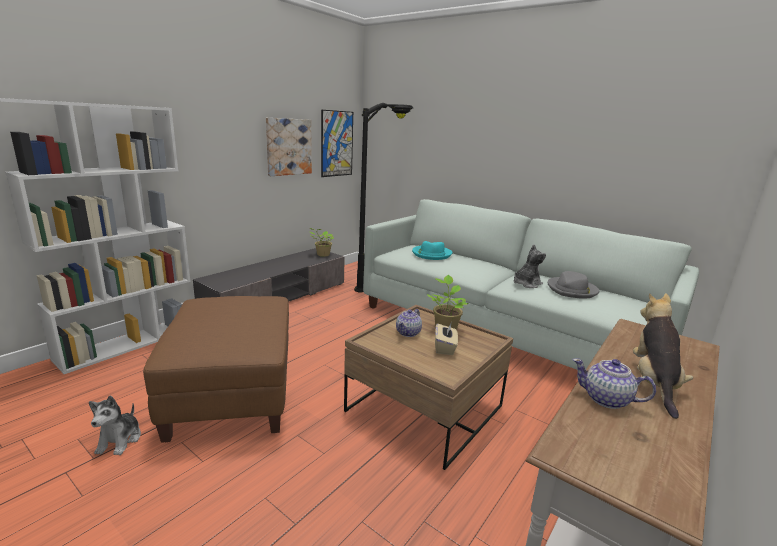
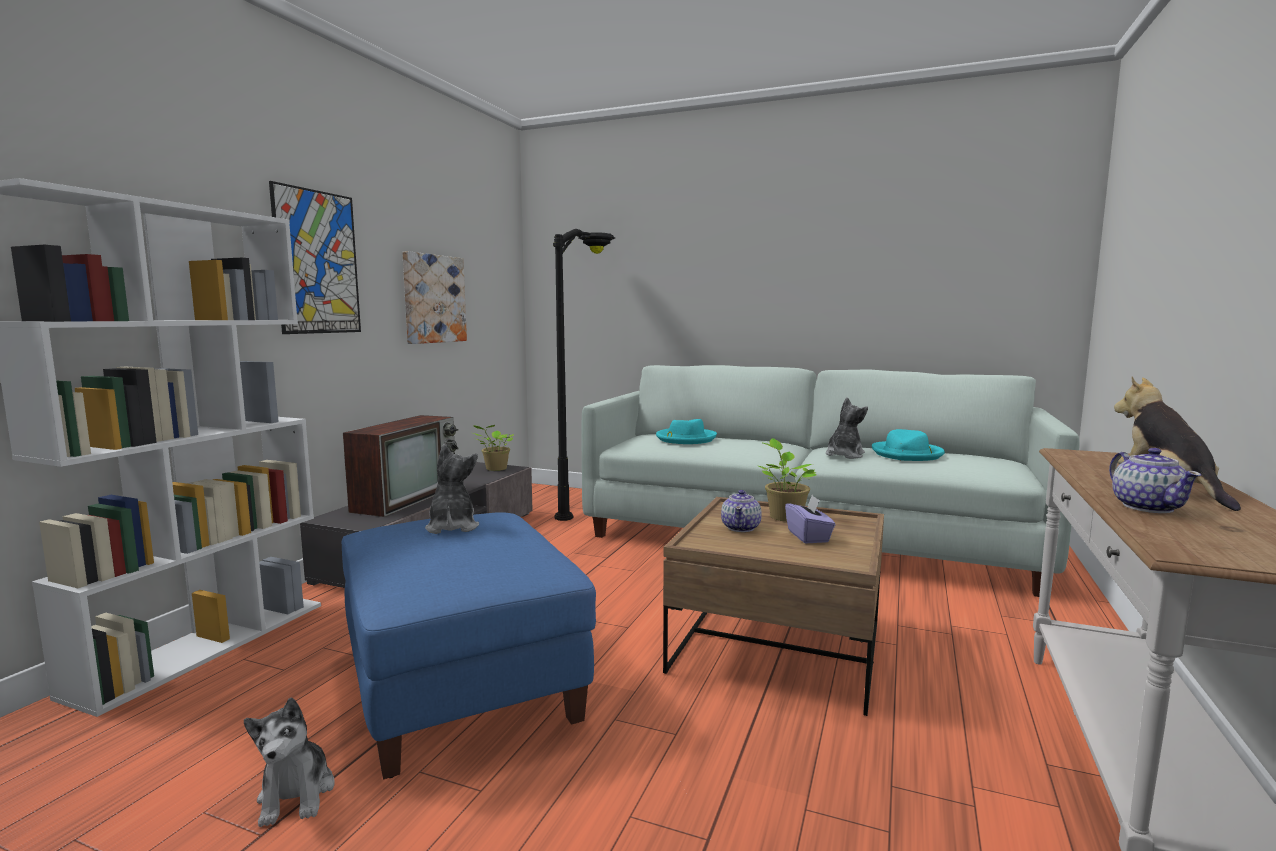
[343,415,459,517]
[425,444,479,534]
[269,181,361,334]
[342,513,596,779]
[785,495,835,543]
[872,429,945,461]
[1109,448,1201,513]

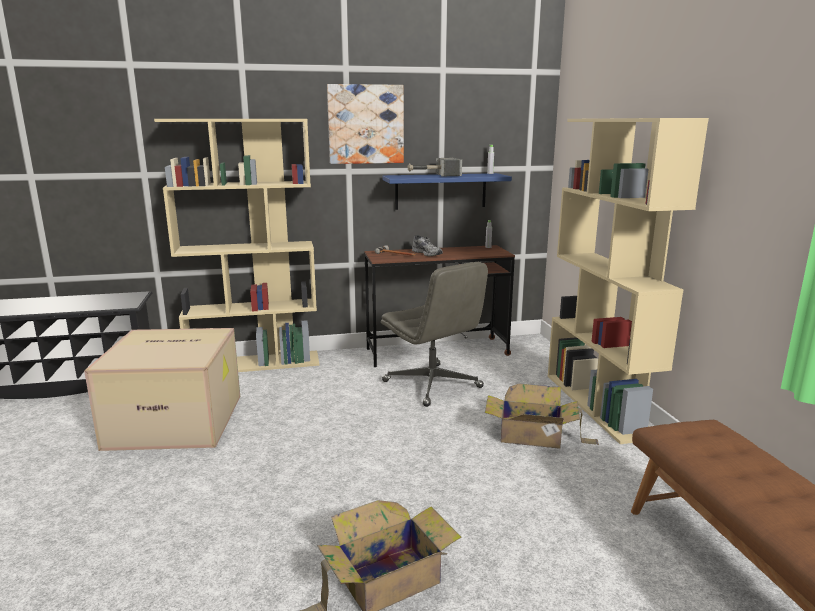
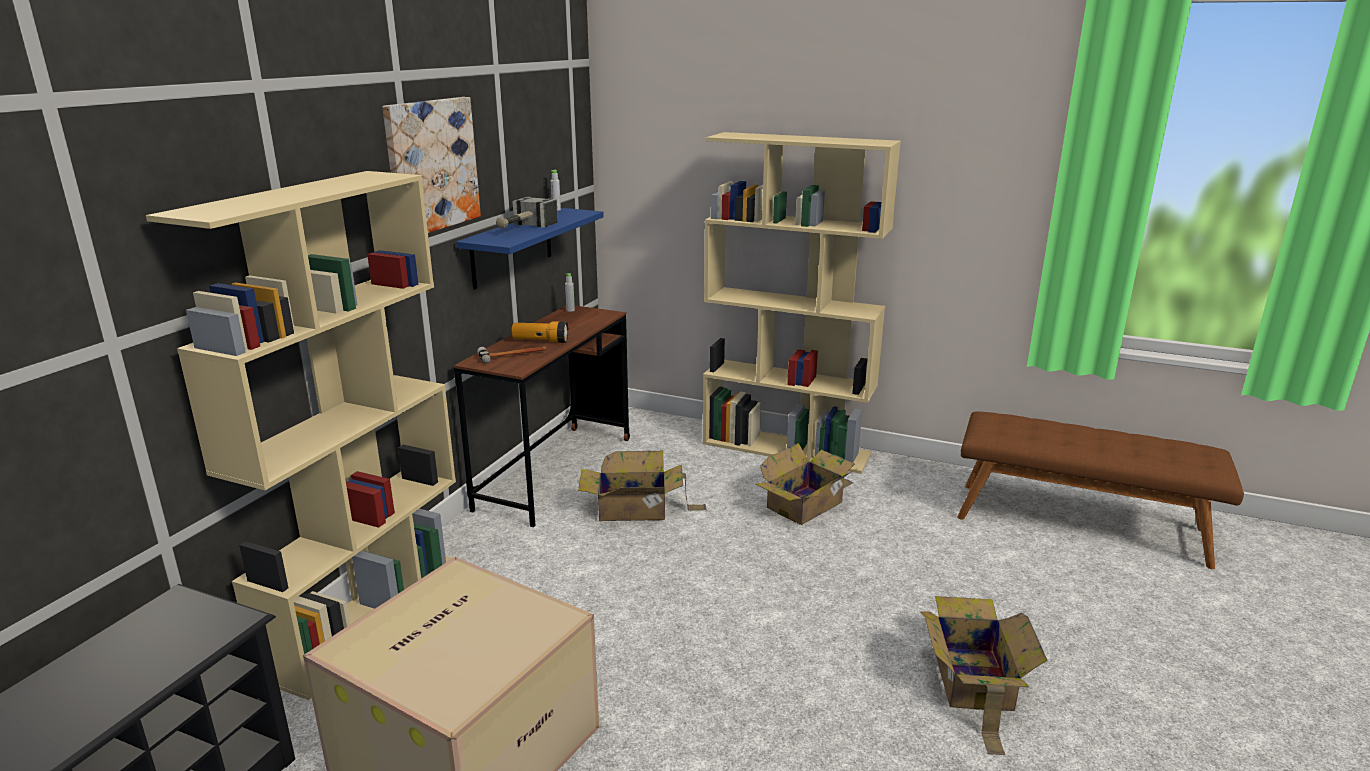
[578,451,707,521]
[512,321,569,343]

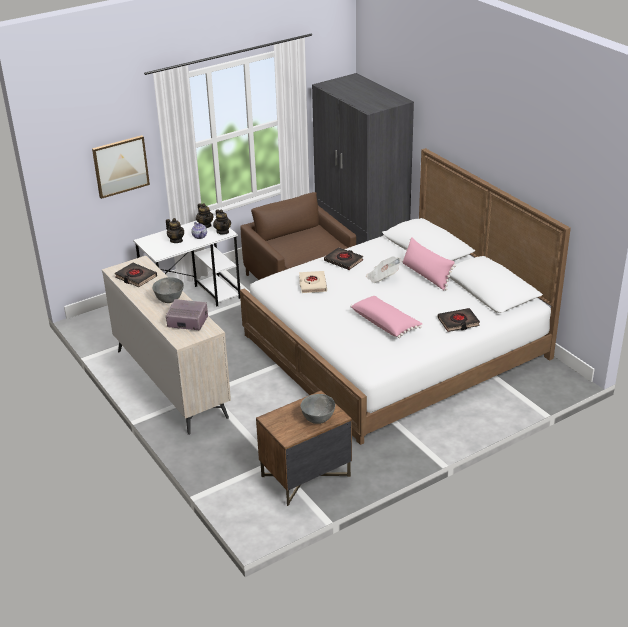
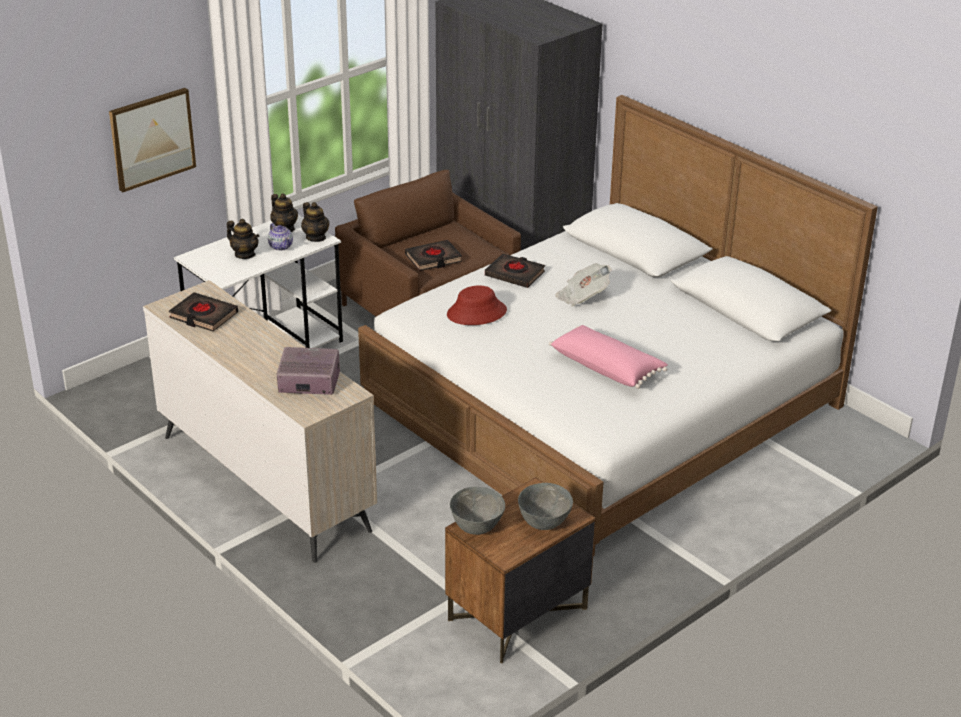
[402,237,456,290] (first image)
[450,487,505,535]
[405,240,462,271]
[447,286,507,325]

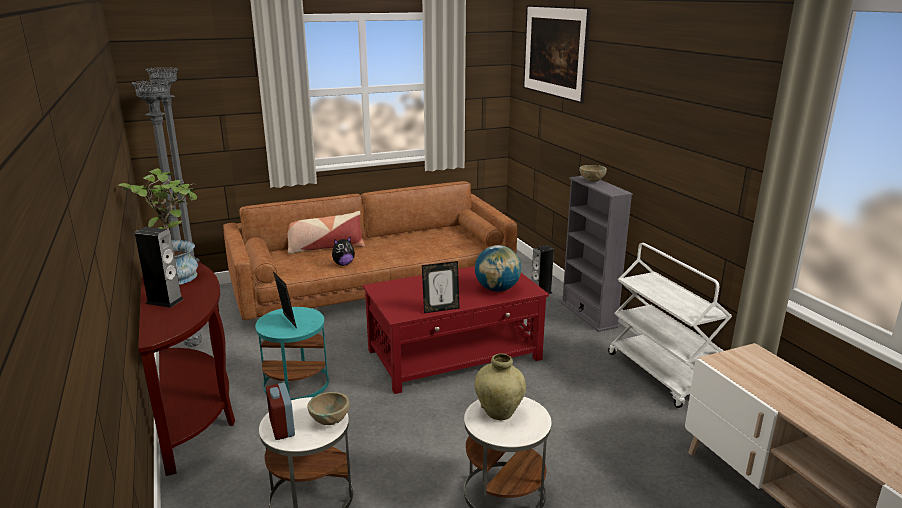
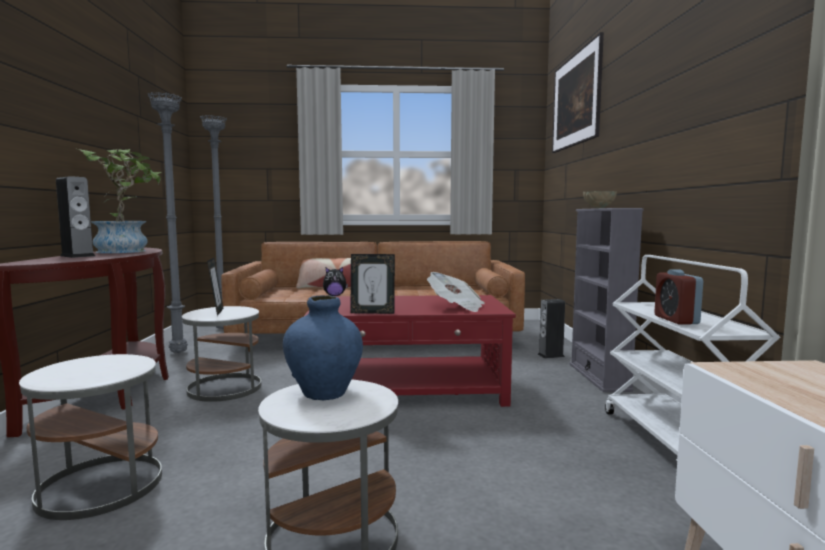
[307,392,350,425] (first image)
[654,269,703,325]
[427,272,485,312]
[182,306,261,402]
[283,295,363,401]

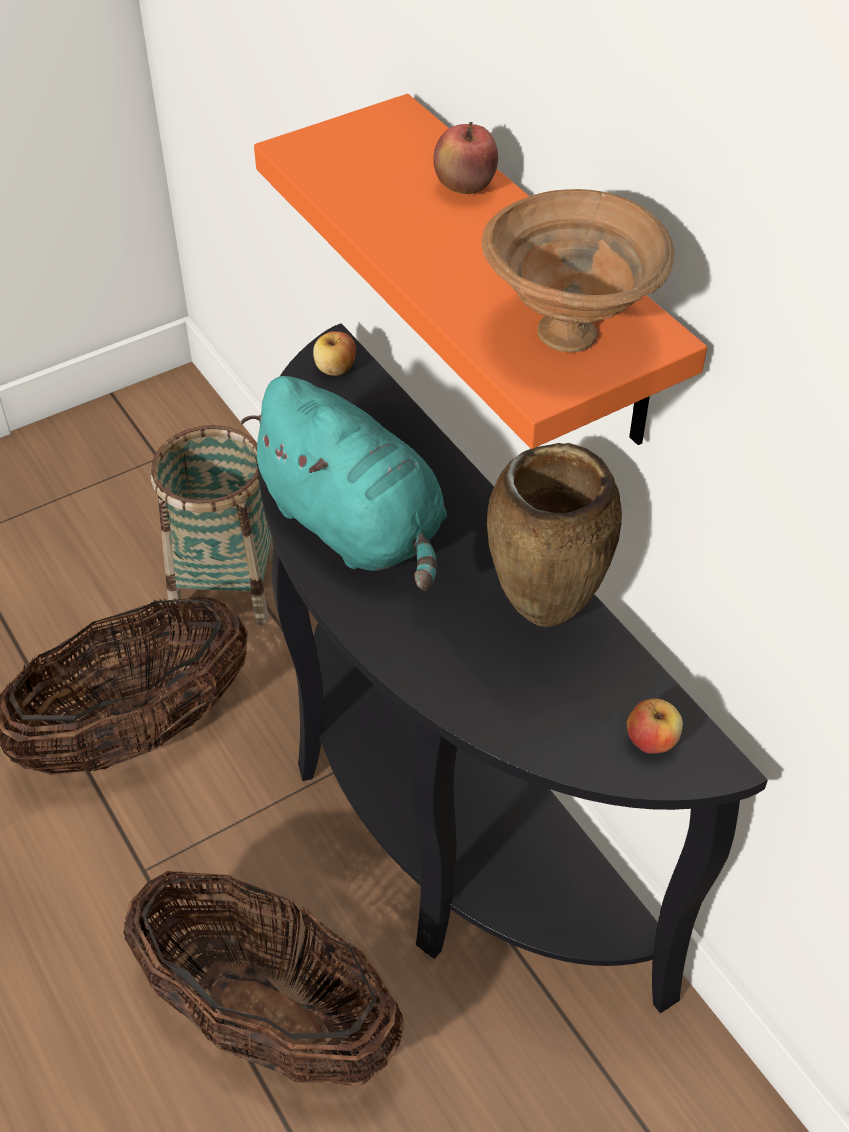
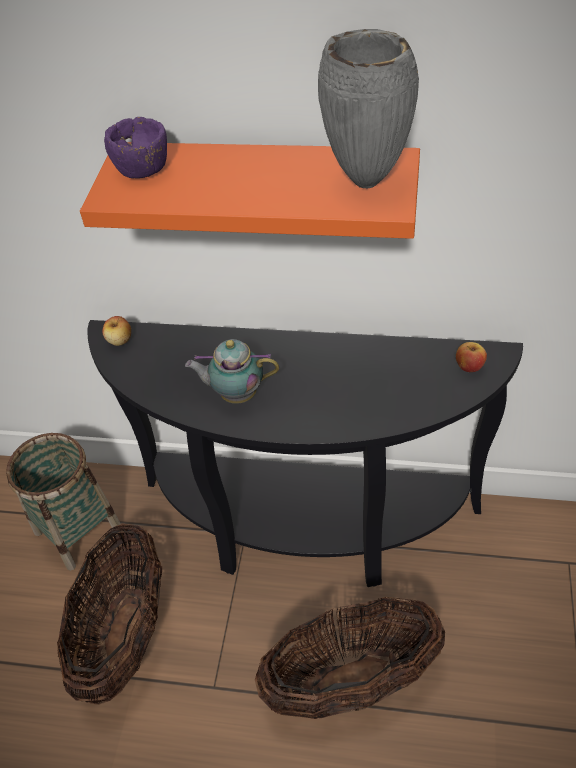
[433,122,498,194] (first image)
[487,443,622,627] (first image)
[104,117,167,178]
[185,339,279,404]
[318,29,419,188]

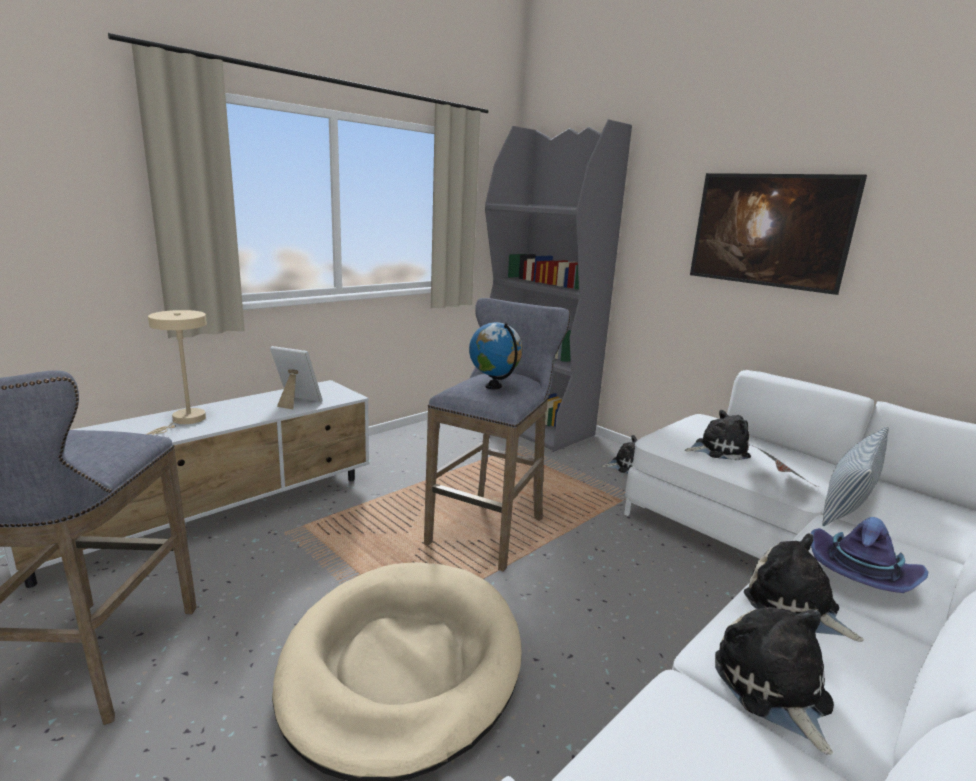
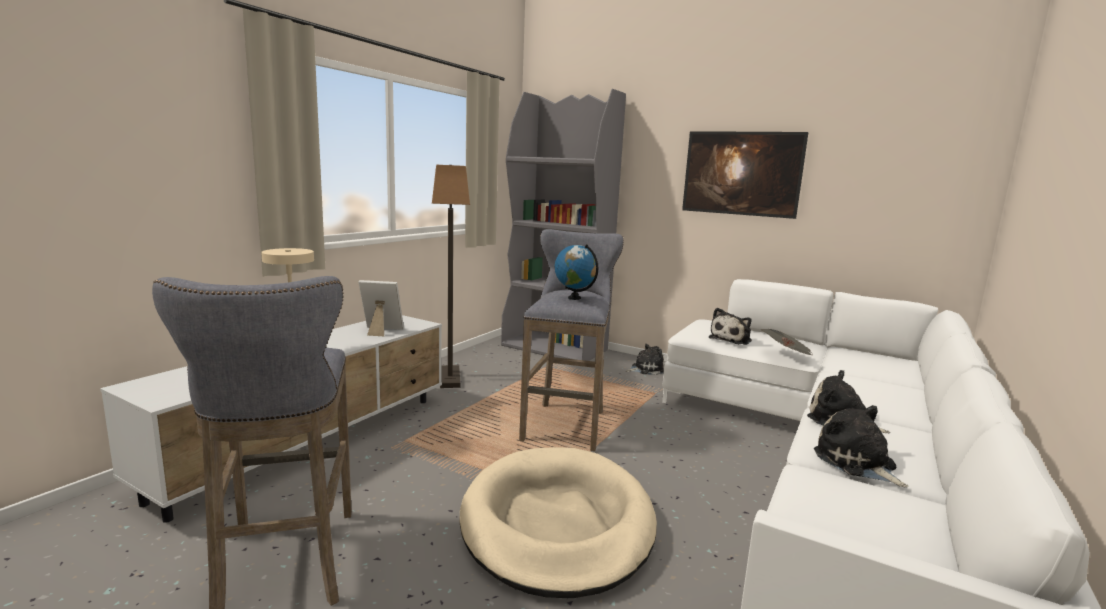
[810,517,928,593] (first image)
[822,427,889,526] (first image)
[432,165,470,388]
[709,308,752,345]

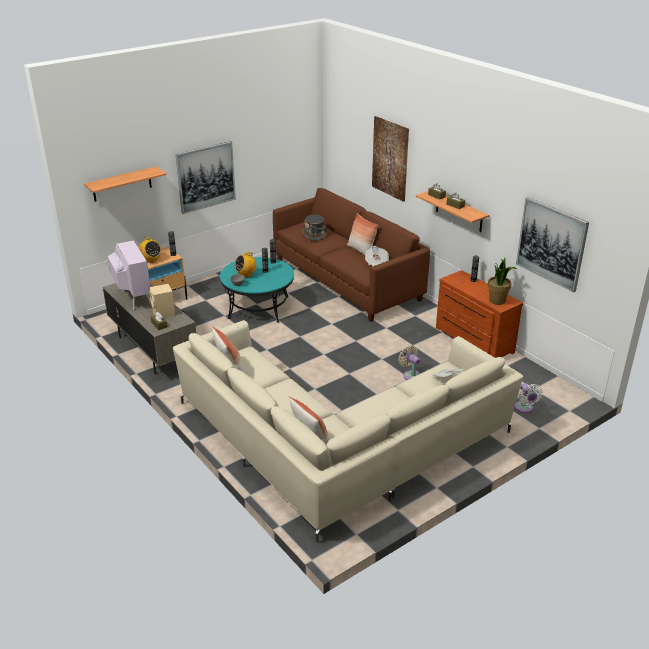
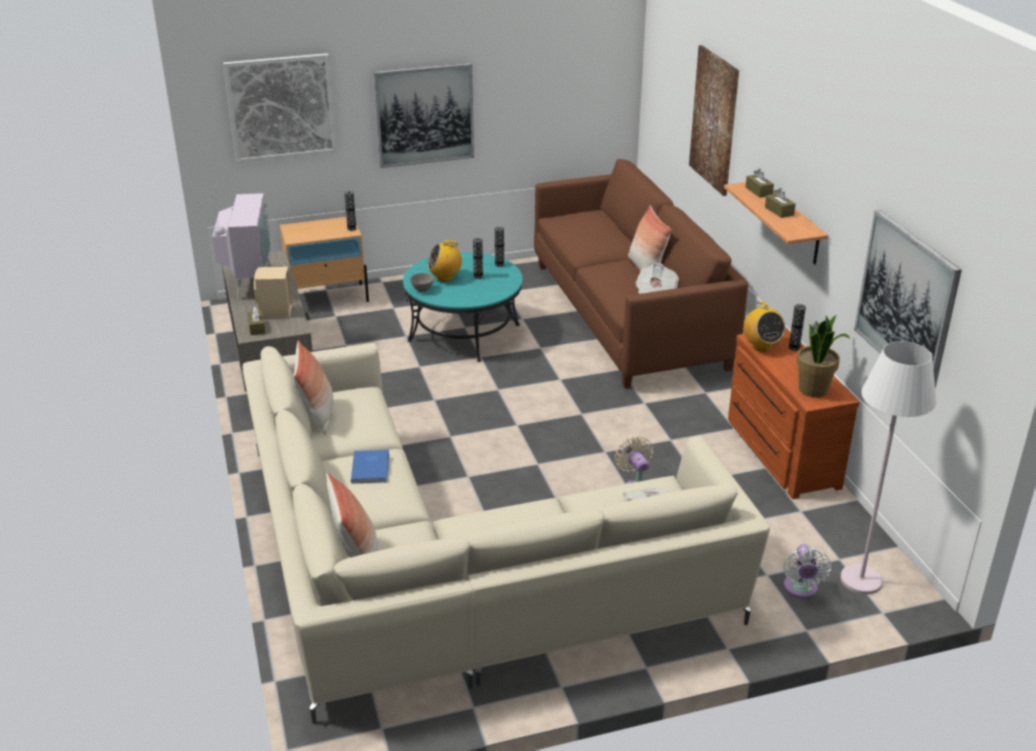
[302,215,327,241] (first image)
[351,450,389,483]
[840,341,936,594]
[743,302,785,352]
[223,53,337,163]

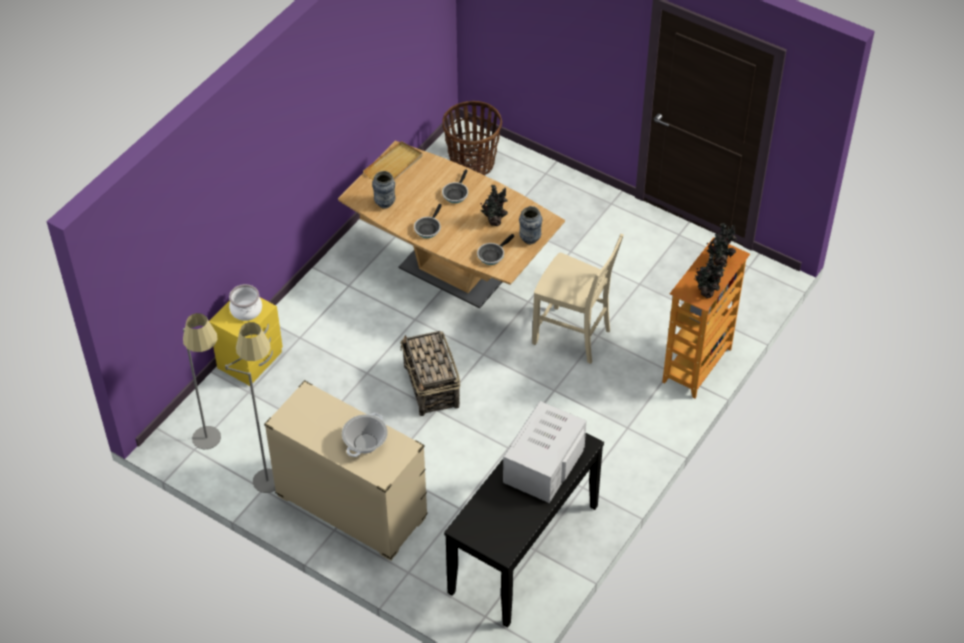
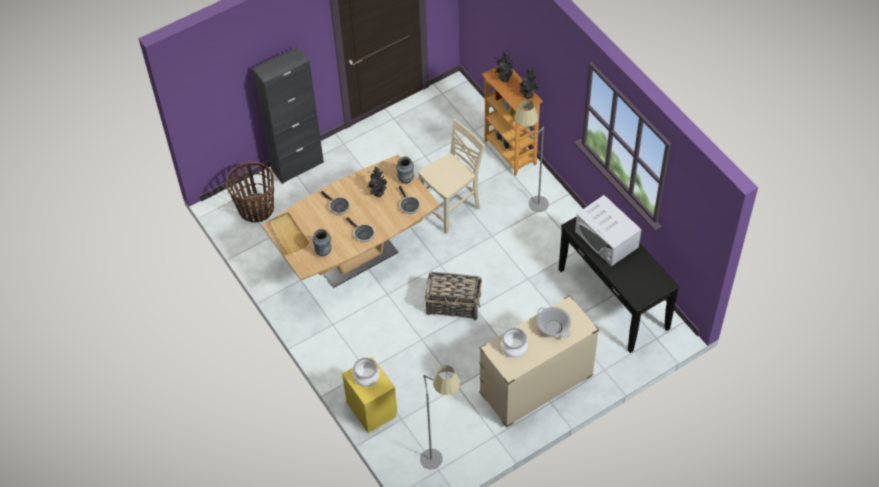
[252,46,324,184]
[501,328,528,358]
[515,100,549,212]

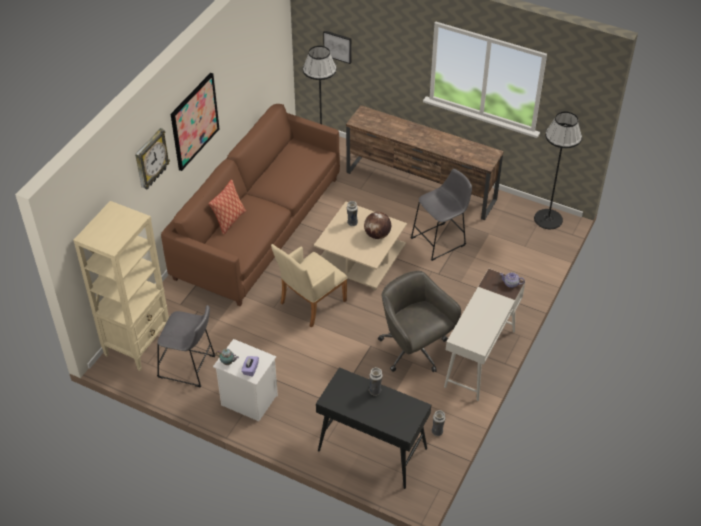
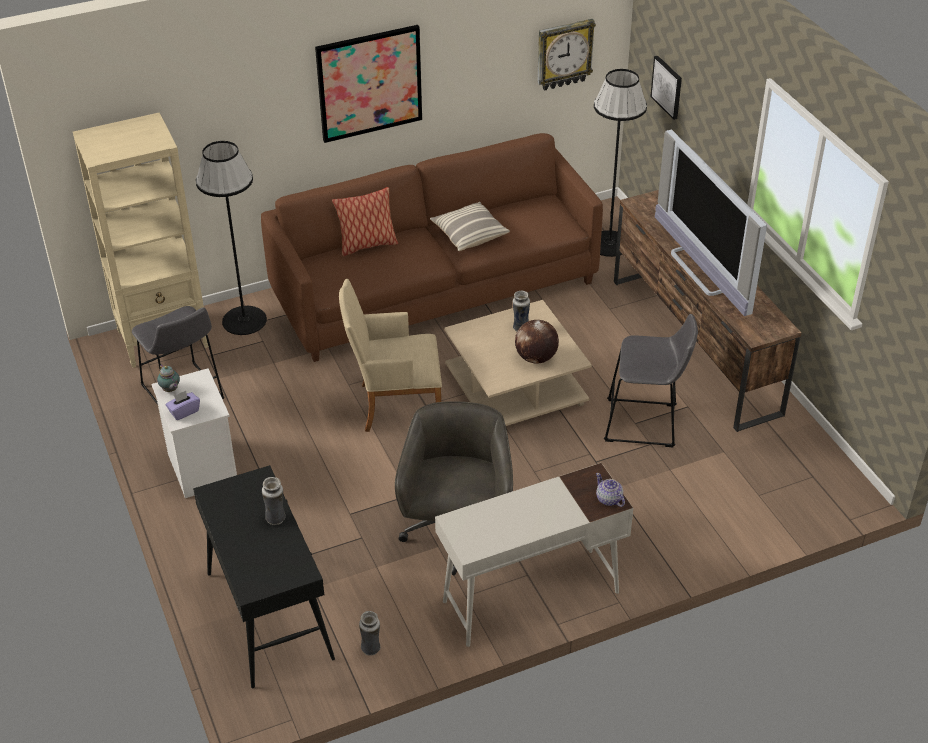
[430,202,510,251]
[655,129,767,316]
[537,19,596,91]
[196,141,267,335]

